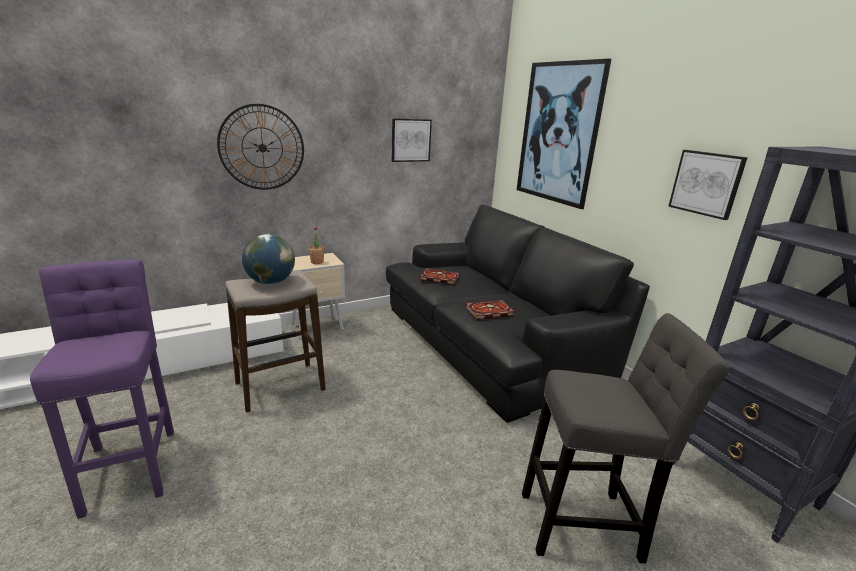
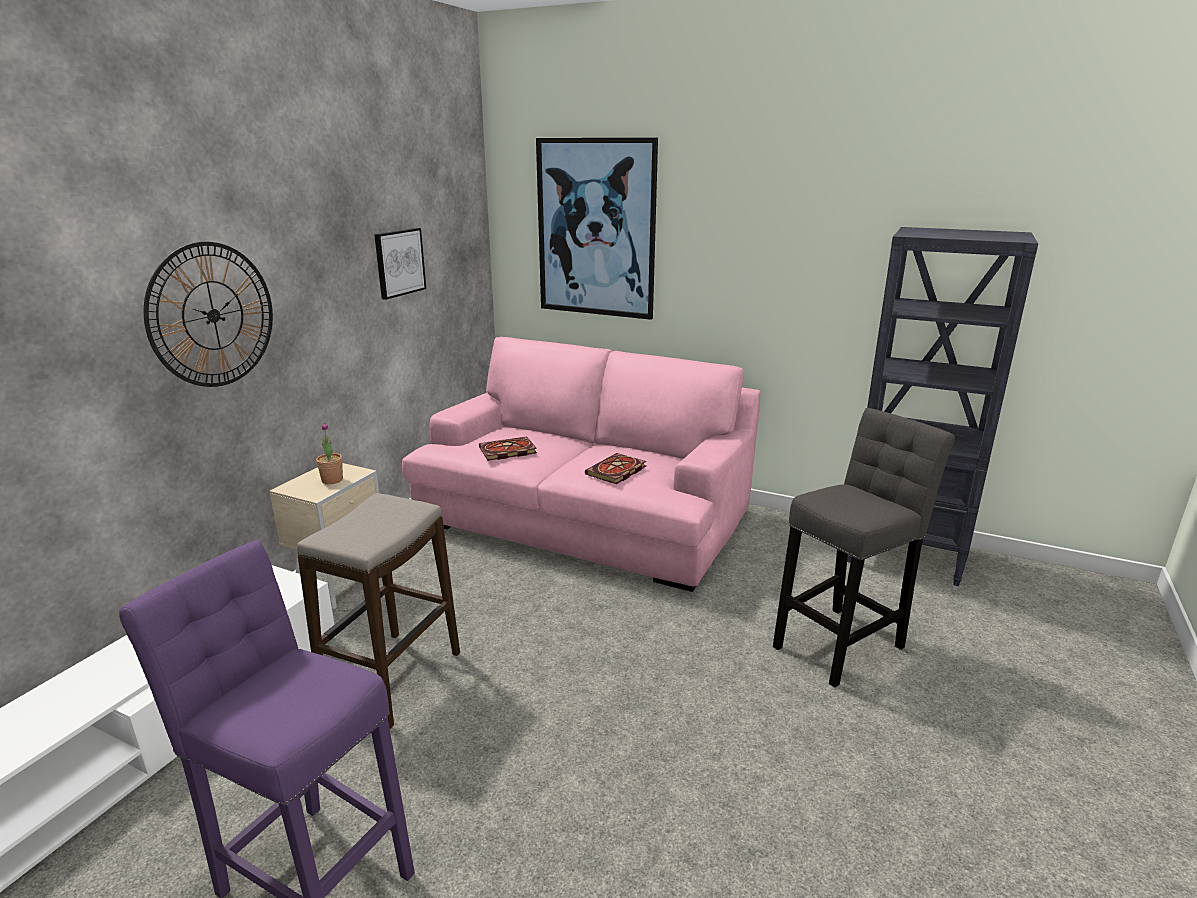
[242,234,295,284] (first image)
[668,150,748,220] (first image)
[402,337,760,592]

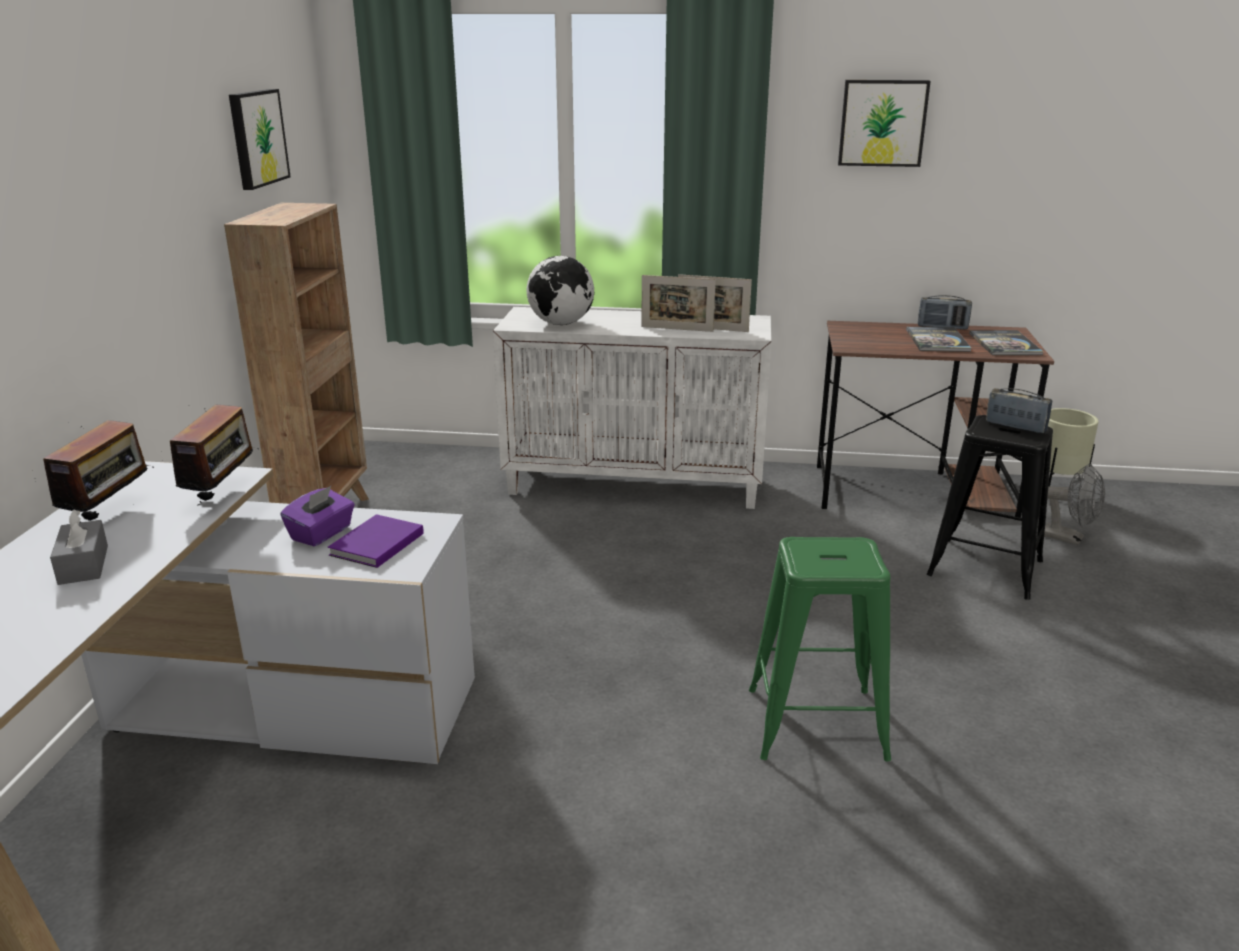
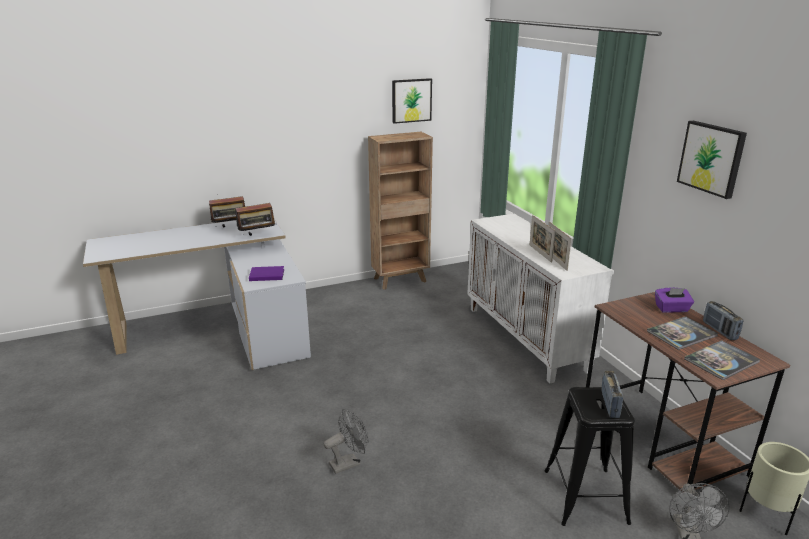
[50,509,108,585] (first image)
[526,256,594,325] (first image)
[655,287,694,313]
[324,409,369,474]

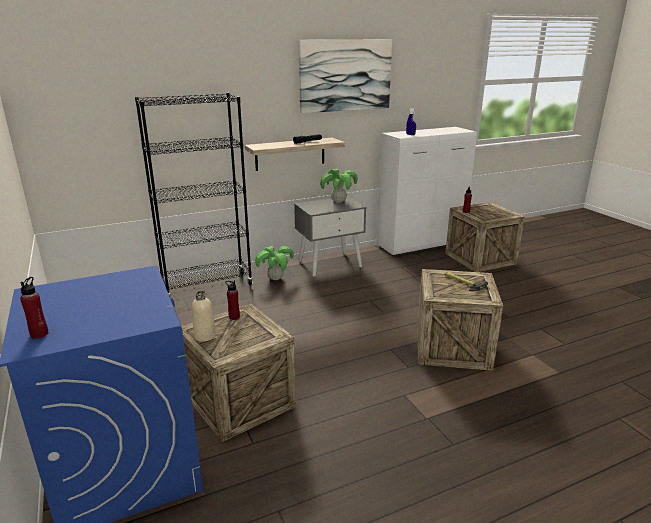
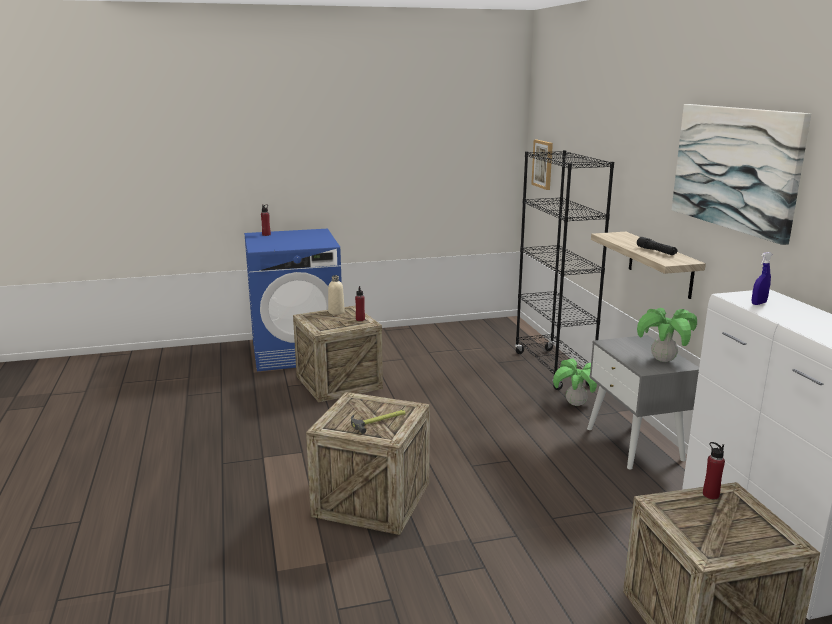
[531,140,553,190]

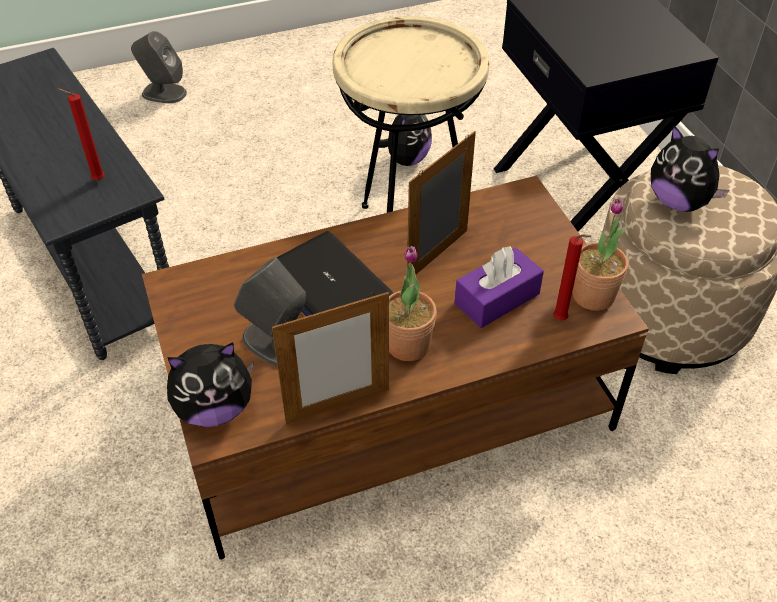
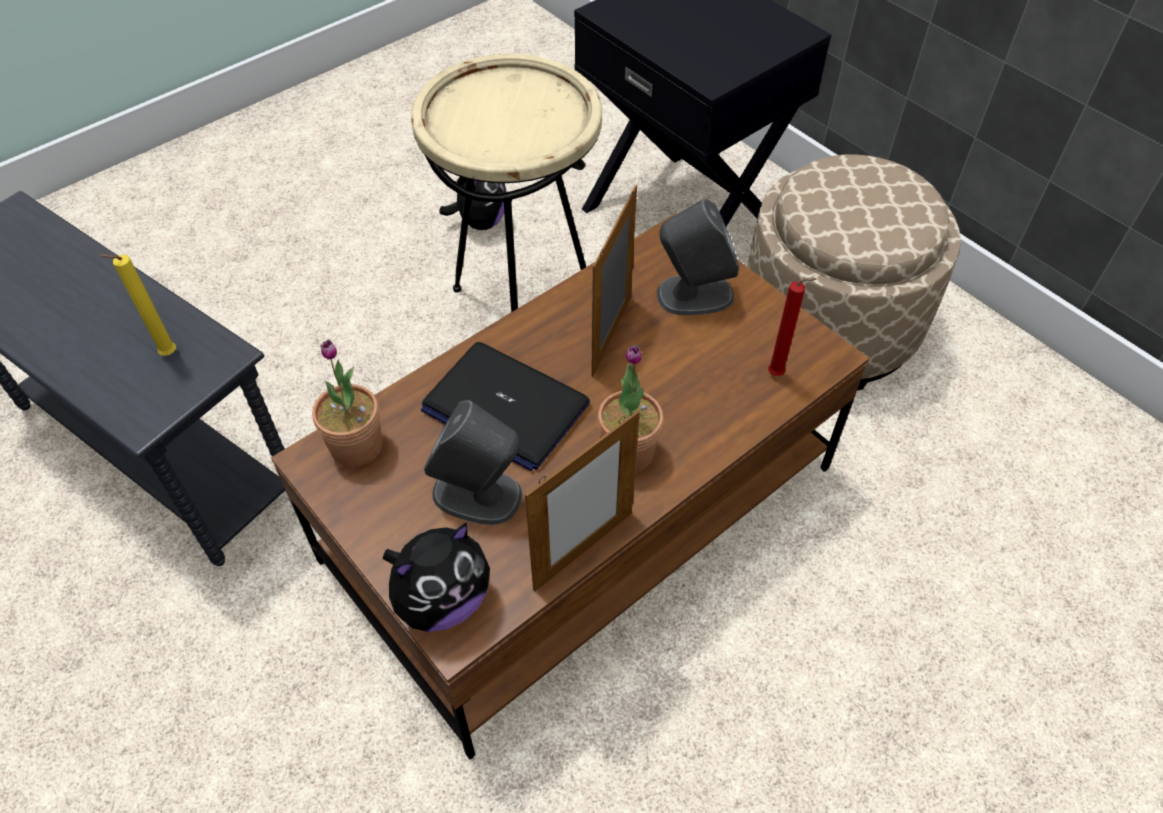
[454,246,544,328] (first image)
[651,125,729,212] (first image)
[657,198,739,315]
[312,339,382,467]
[98,254,176,356]

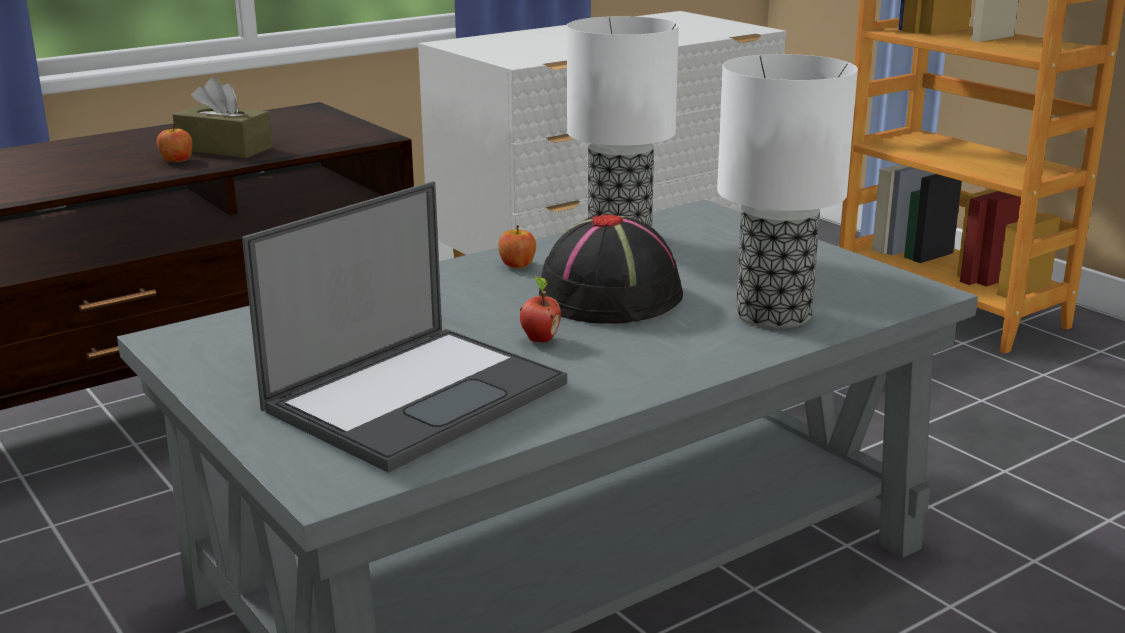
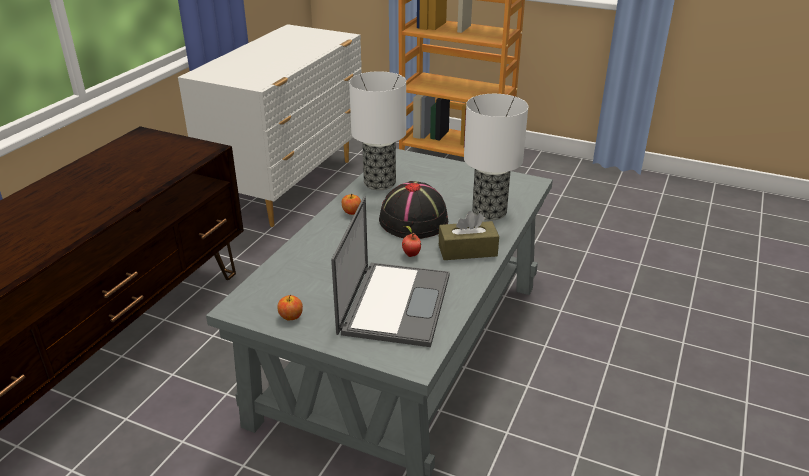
[277,295,303,320]
[439,211,499,260]

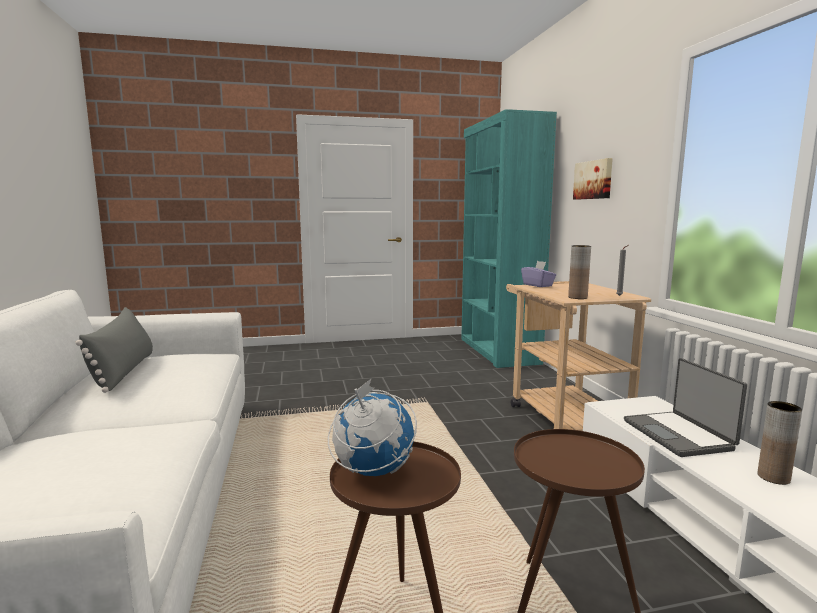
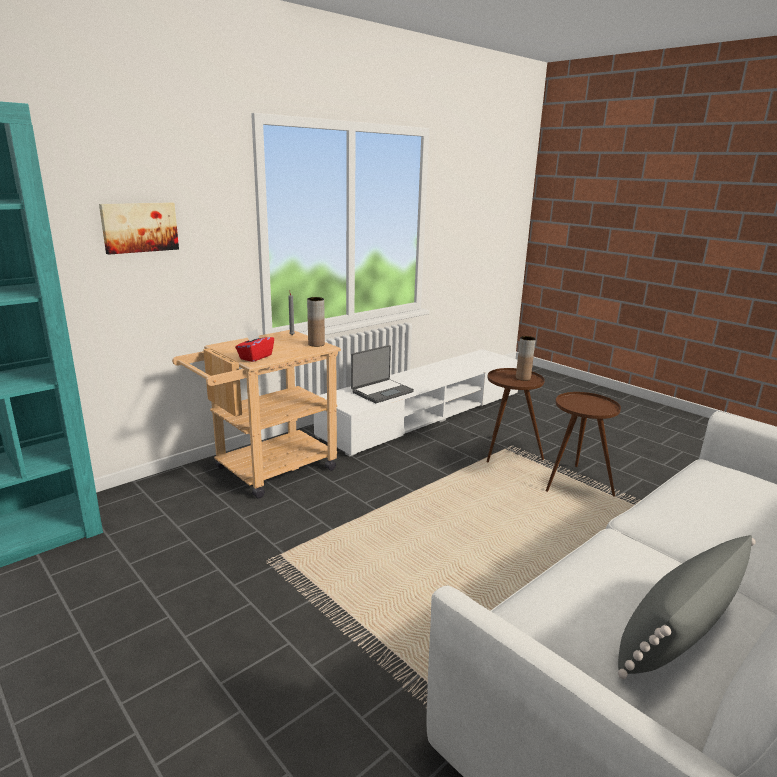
[328,379,417,476] (first image)
[516,336,536,381]
[235,329,274,362]

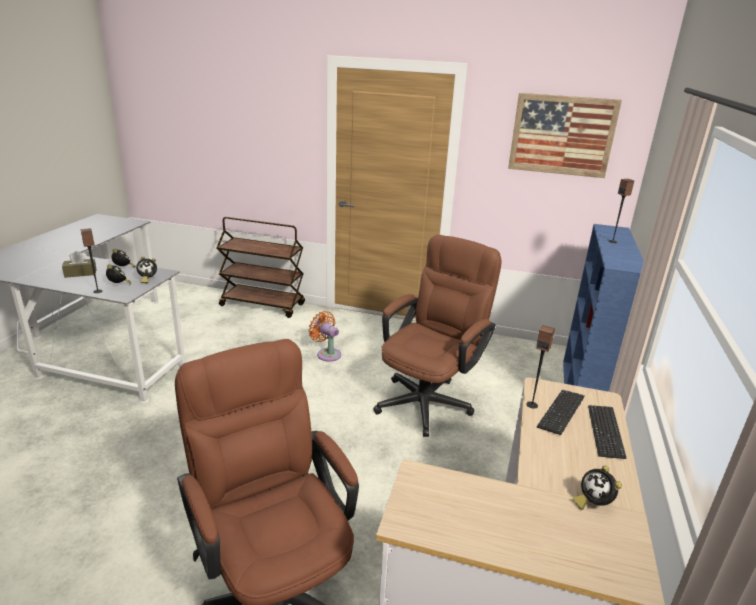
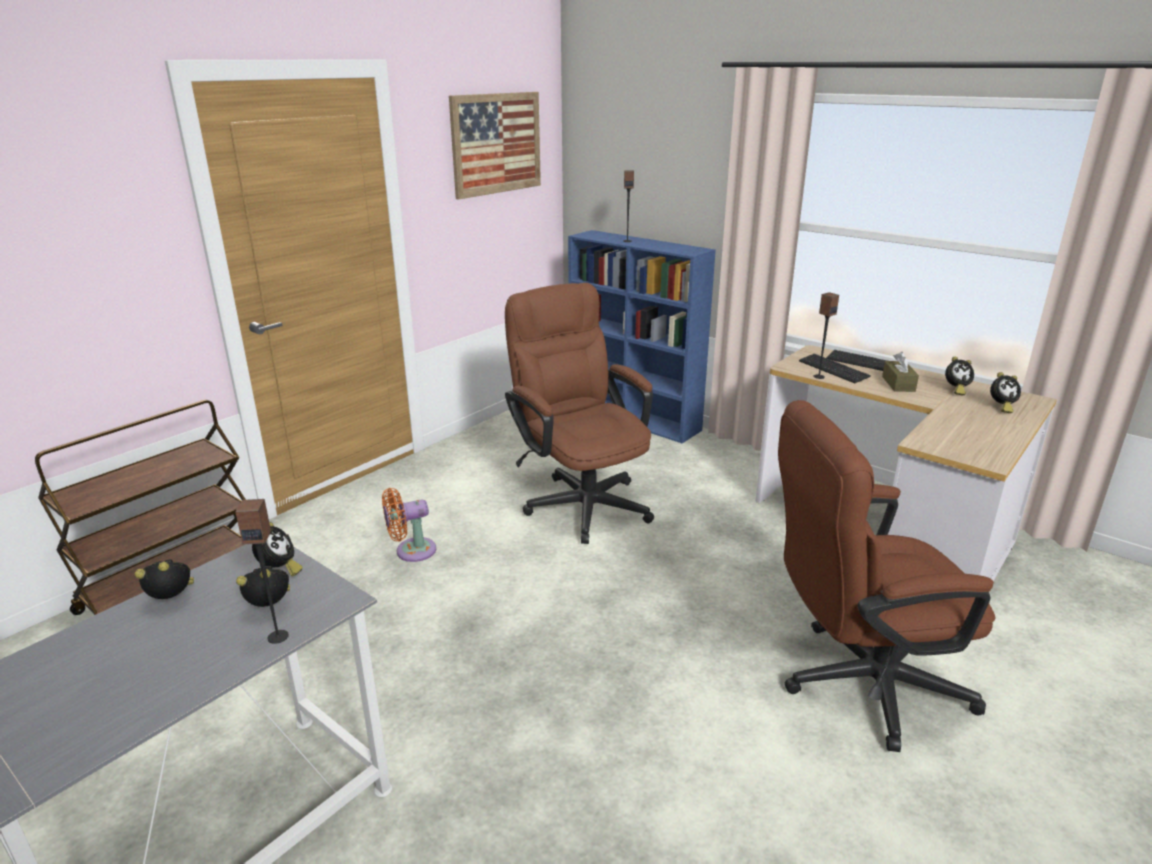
[990,372,1021,413]
[882,352,919,392]

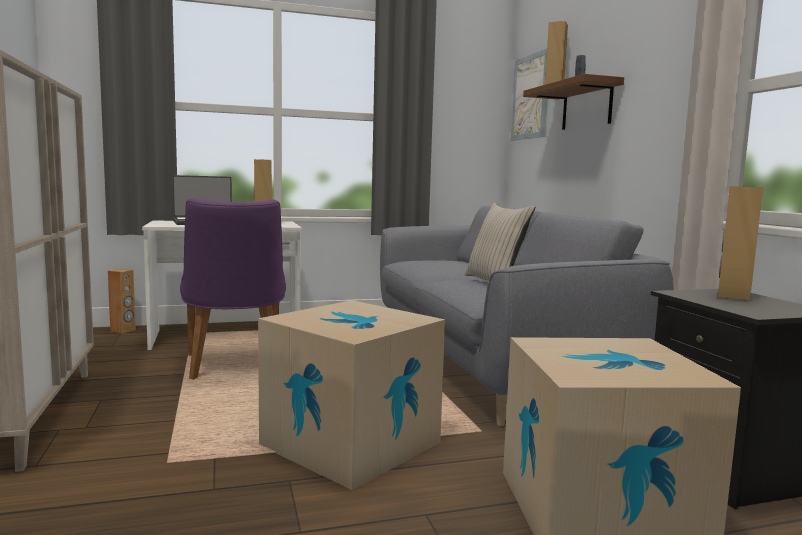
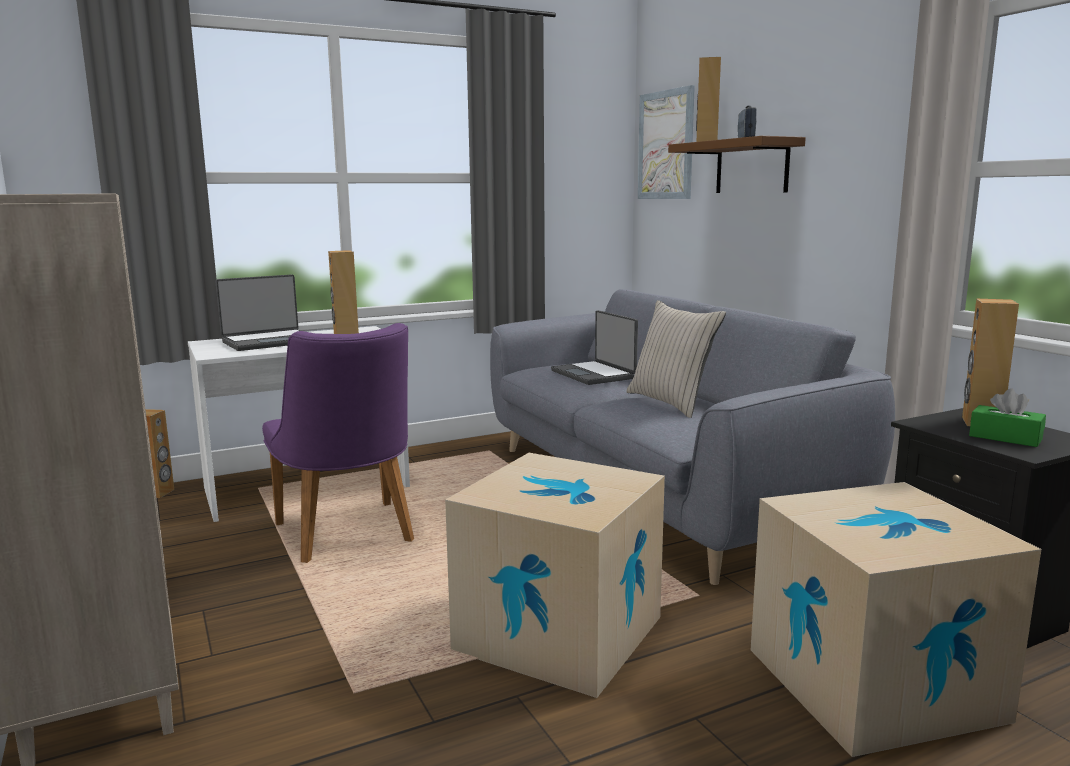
[551,310,638,385]
[969,388,1046,447]

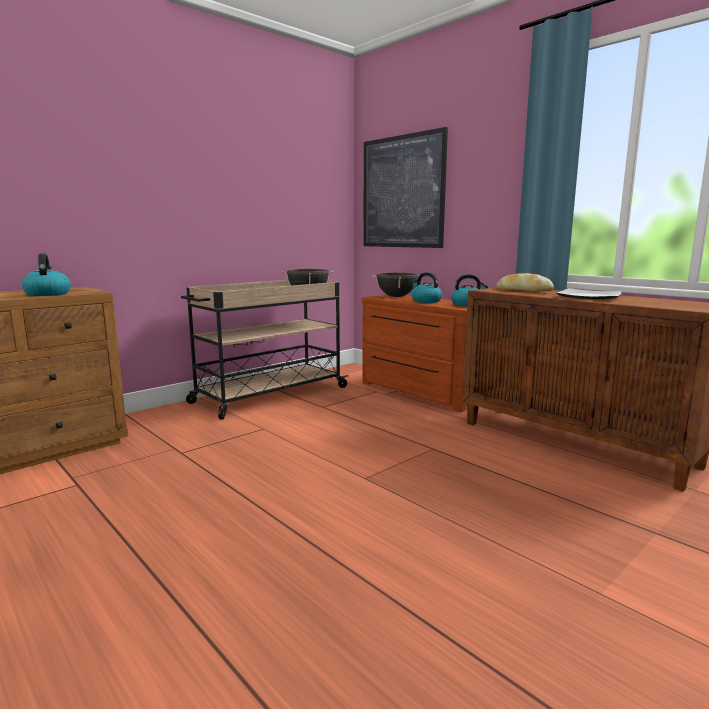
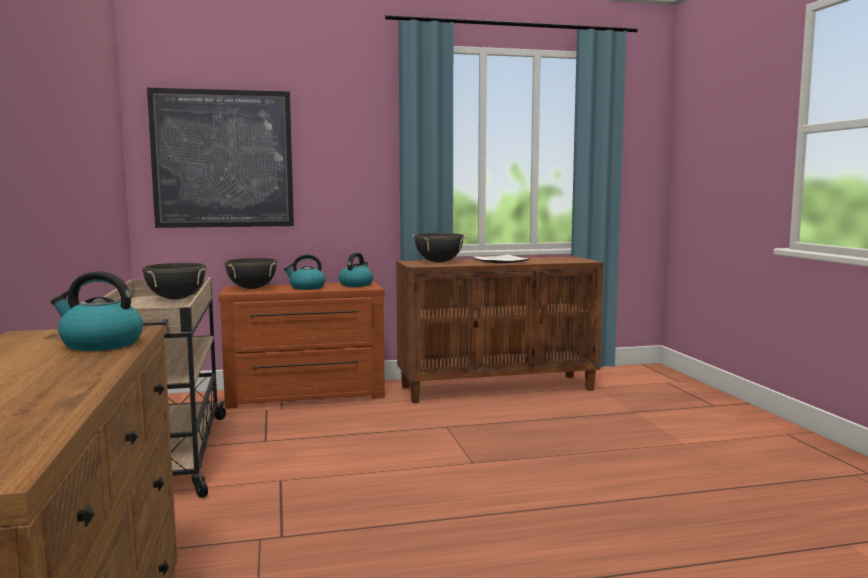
[412,233,467,263]

